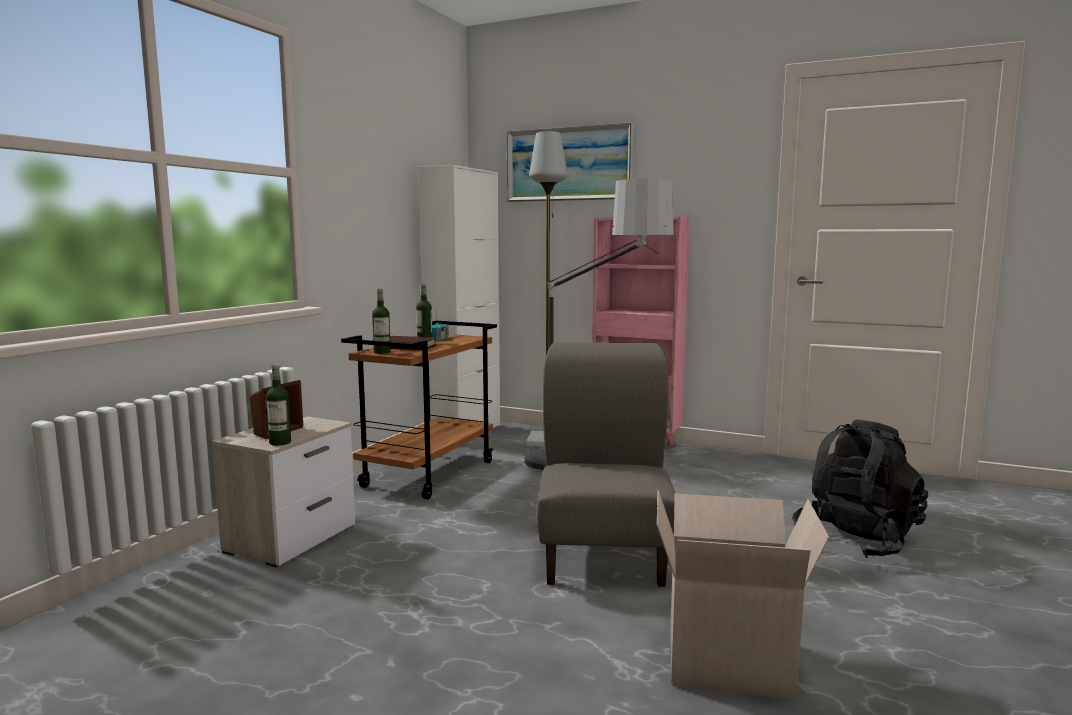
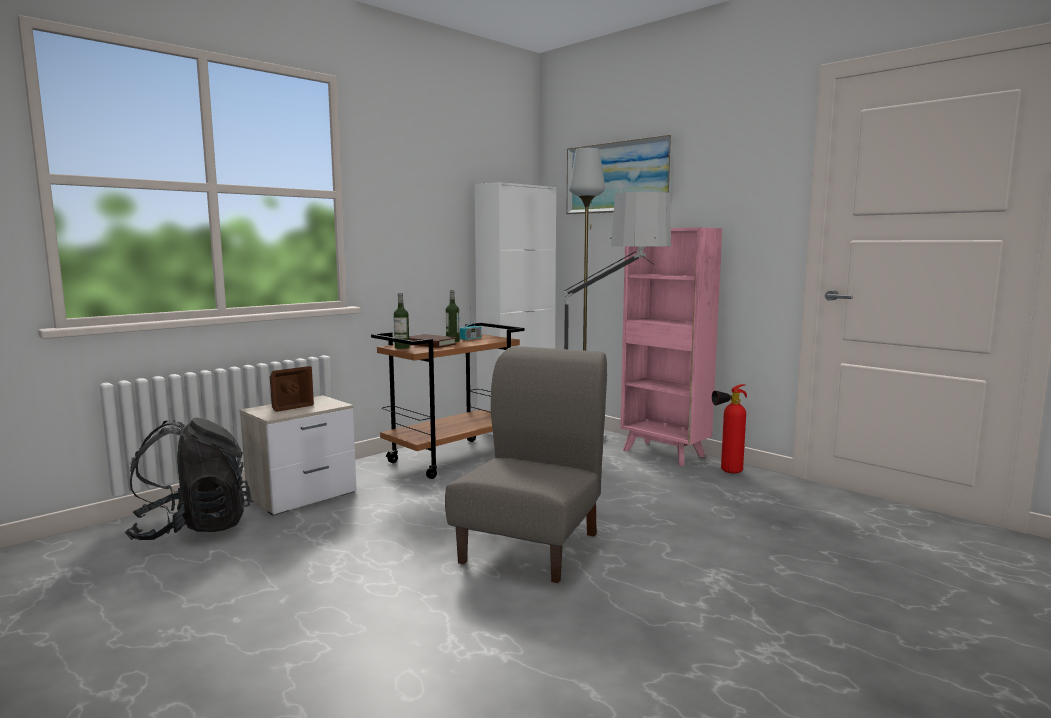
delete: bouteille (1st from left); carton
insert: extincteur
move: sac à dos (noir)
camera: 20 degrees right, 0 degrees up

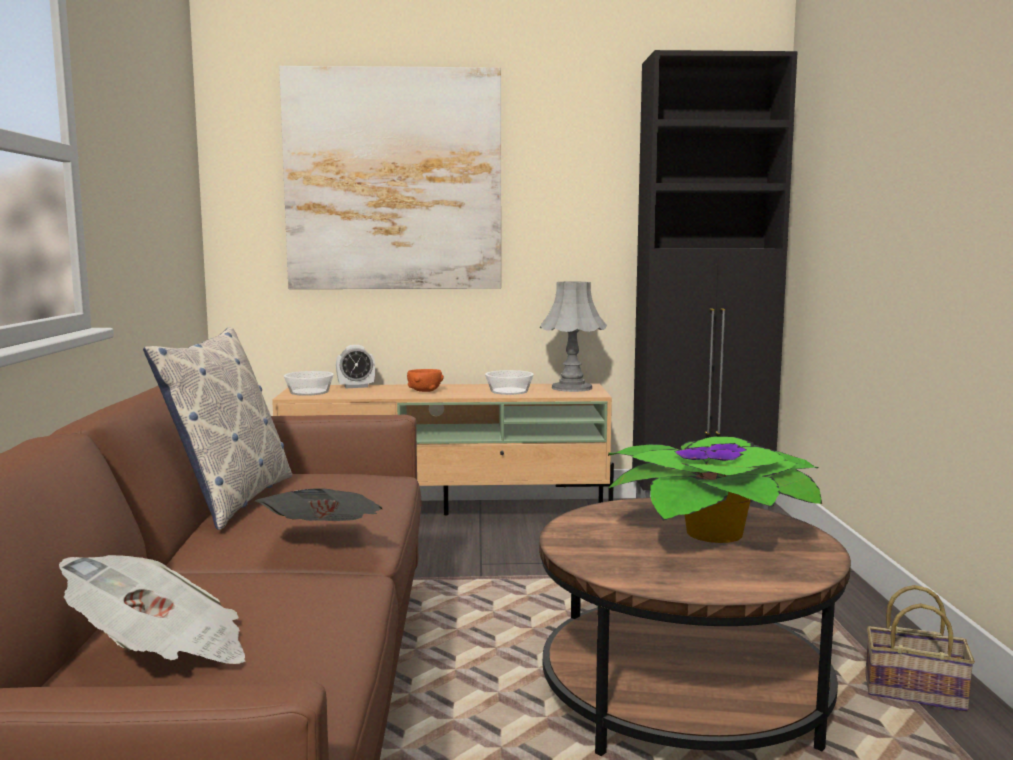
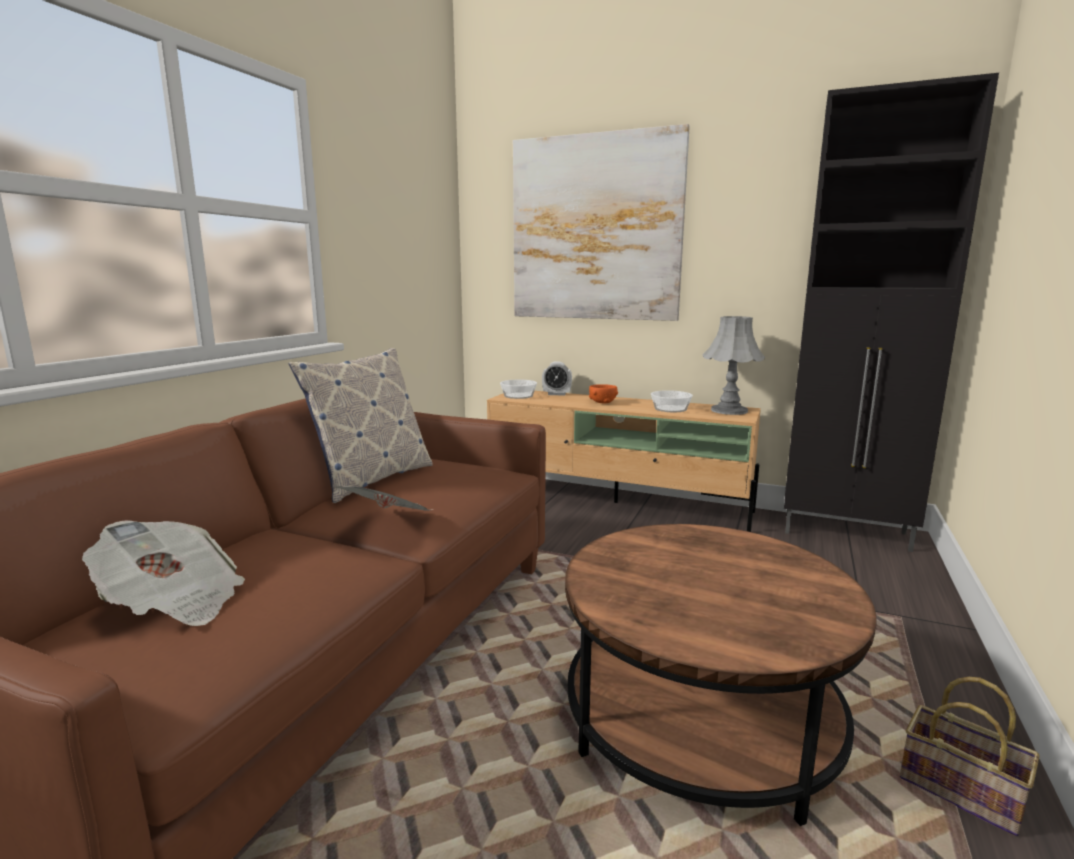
delete: plante en pot
camera: 25 degrees right, 5 degrees up

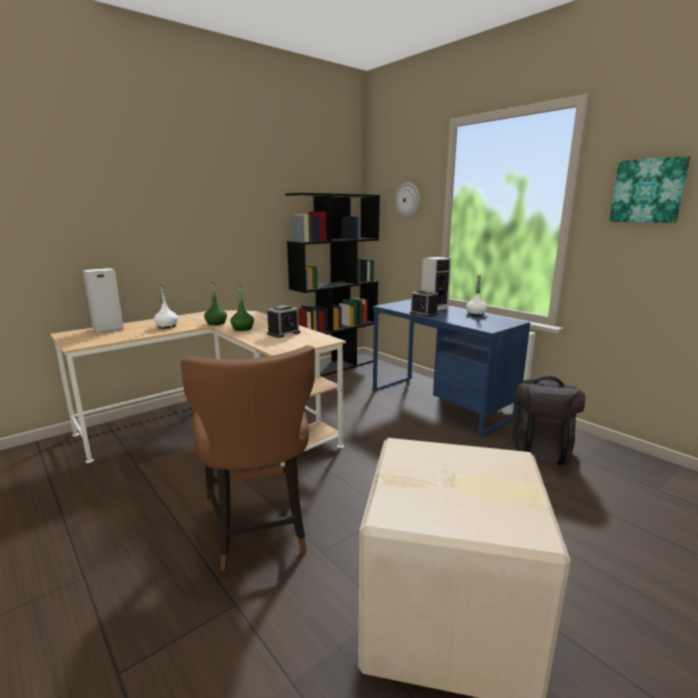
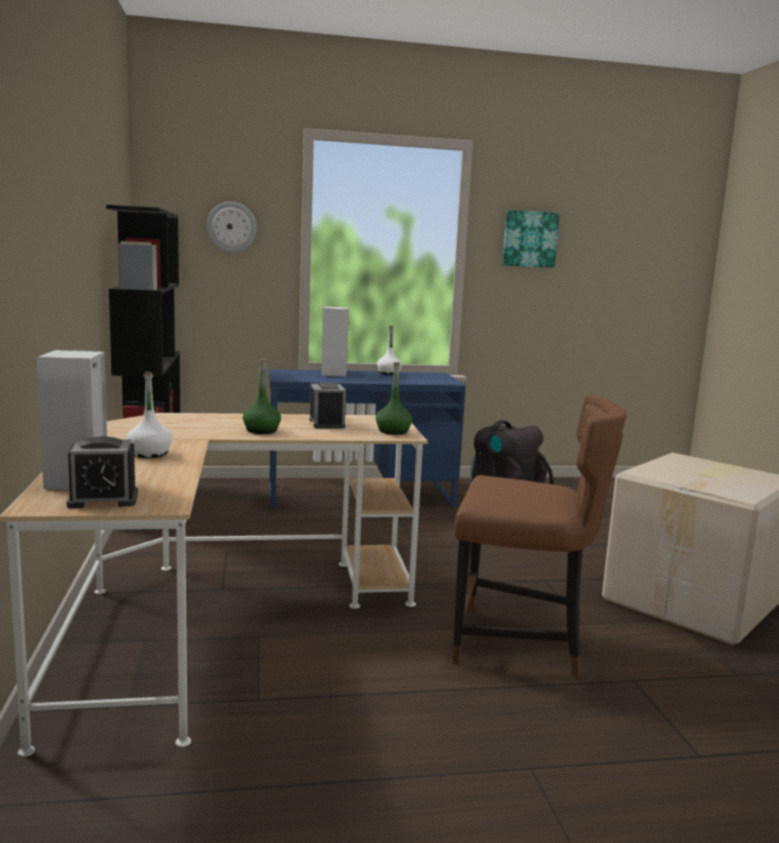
move: réveil (2nd from left in the first image) to réveil (1st from left); bouteille (vert) (1st from left in the first image) to bouteille (vert) (2nd from left)
camera: 60 degrees left, 5 degrees down

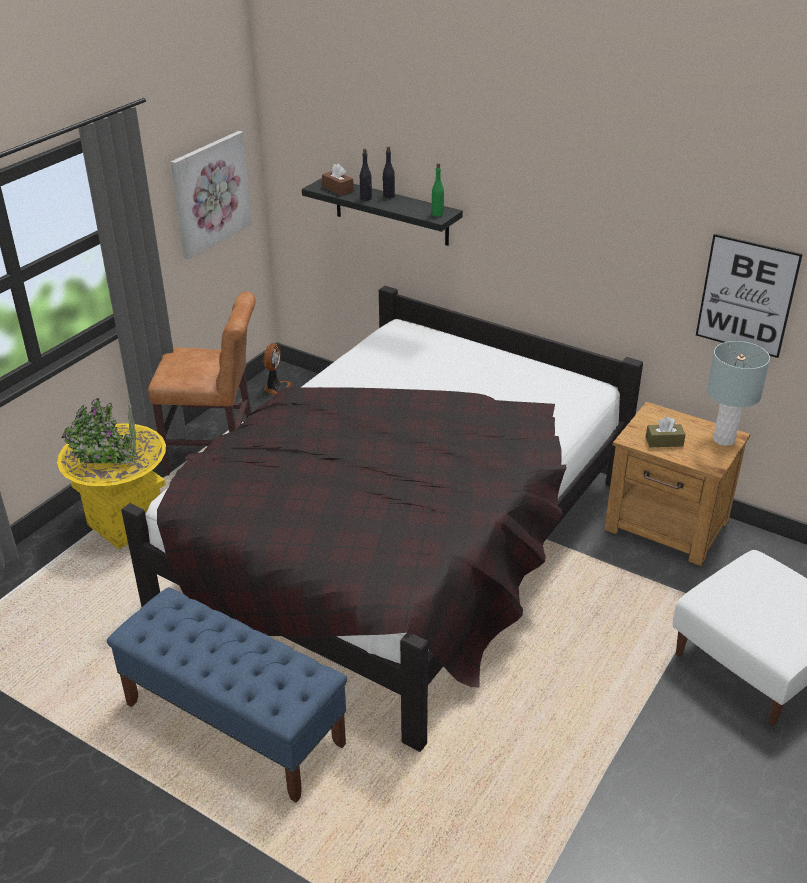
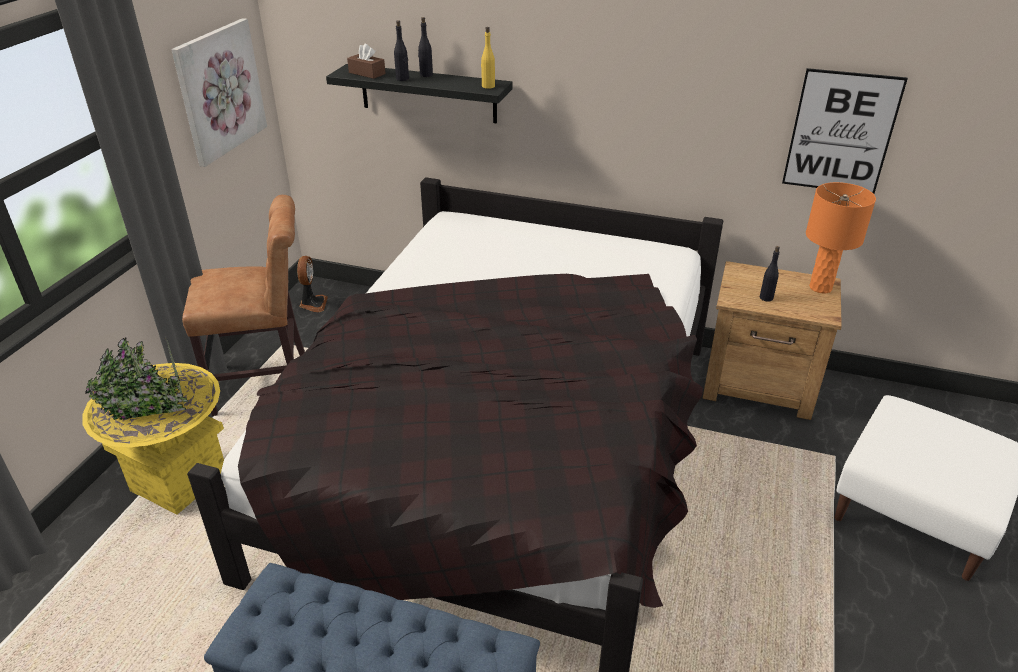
replace: boîte à mouchoirs (marron) (2nd from left) to bouteille (noir) (3rd from left)
recolor: bouteille (vert) to bouteille (jaune); lampe de table (gris) to lampe de table (orange)
camera: 15 degrees left, 0 degrees up

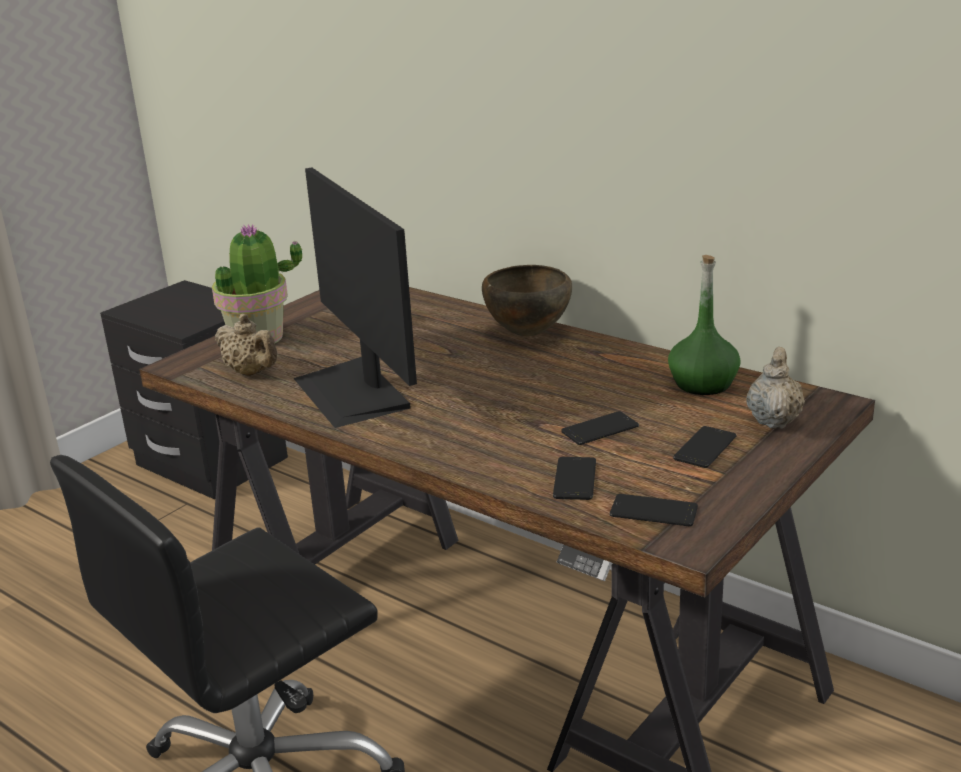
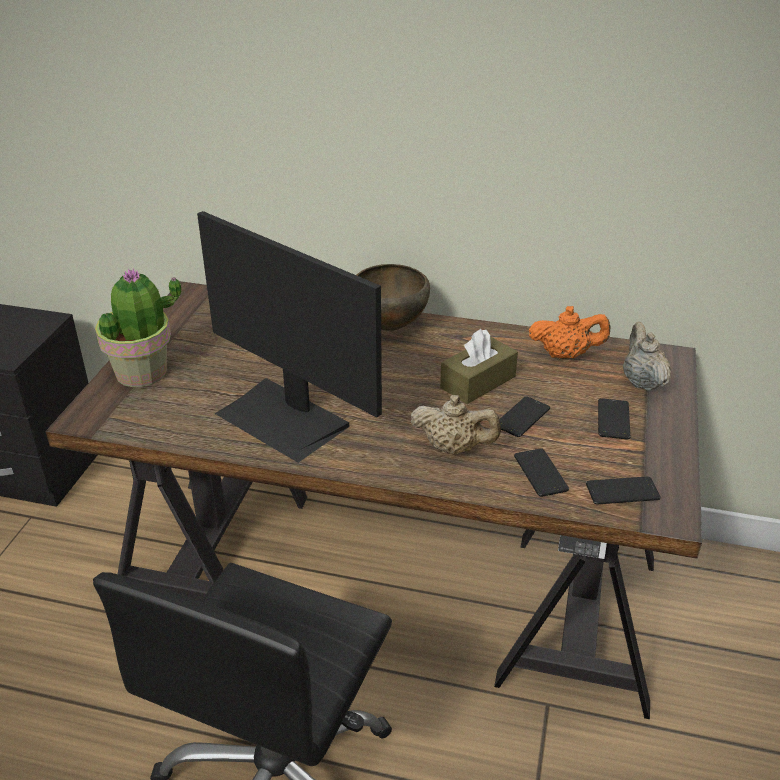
insert: boîte à mouchoirs (marron)
move: théière (beige) (1st from left)
replace: bouteille (vert) to théière (orange)
camera: 25 degrees left, 10 degrees up

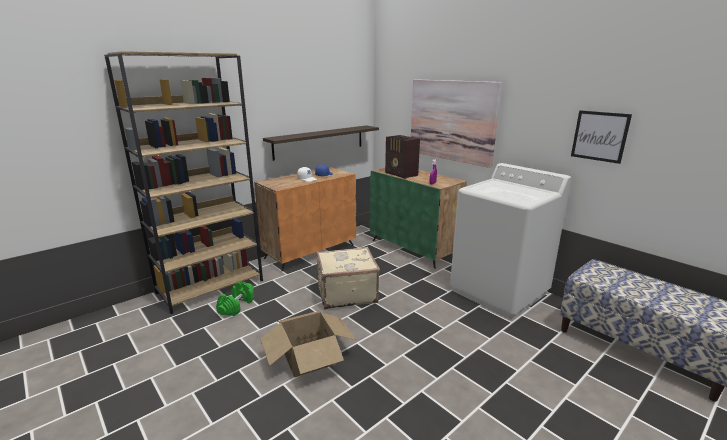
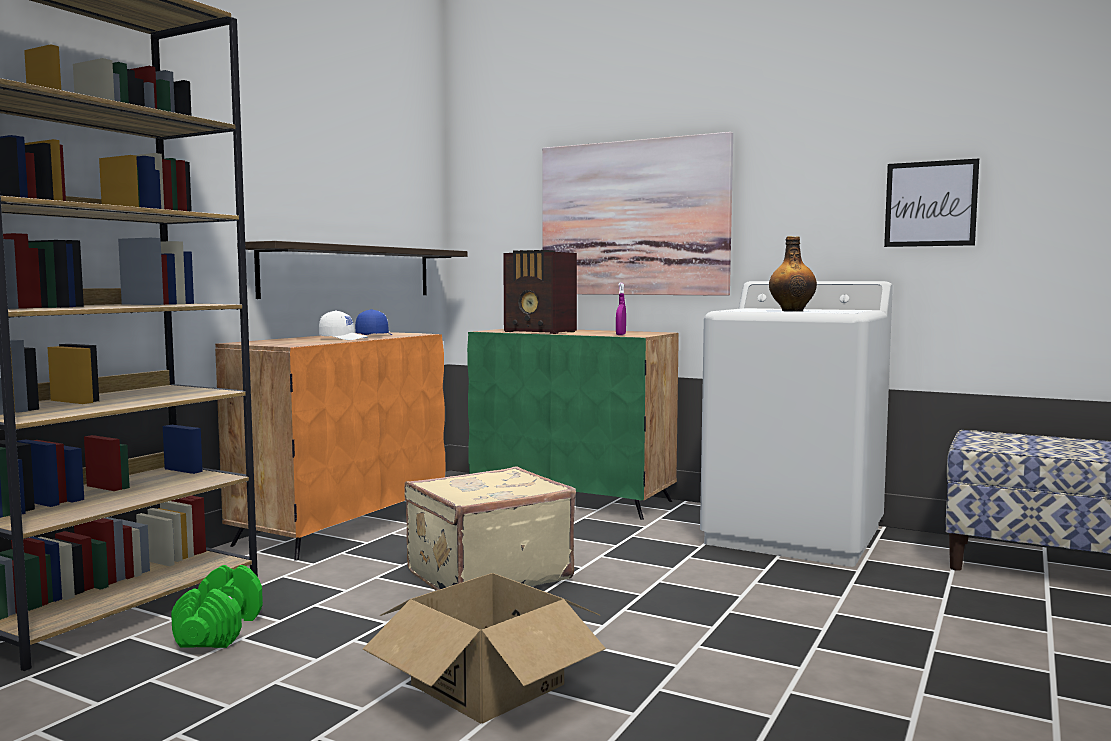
insert: bouteille
camera: 20 degrees left, 15 degrees down

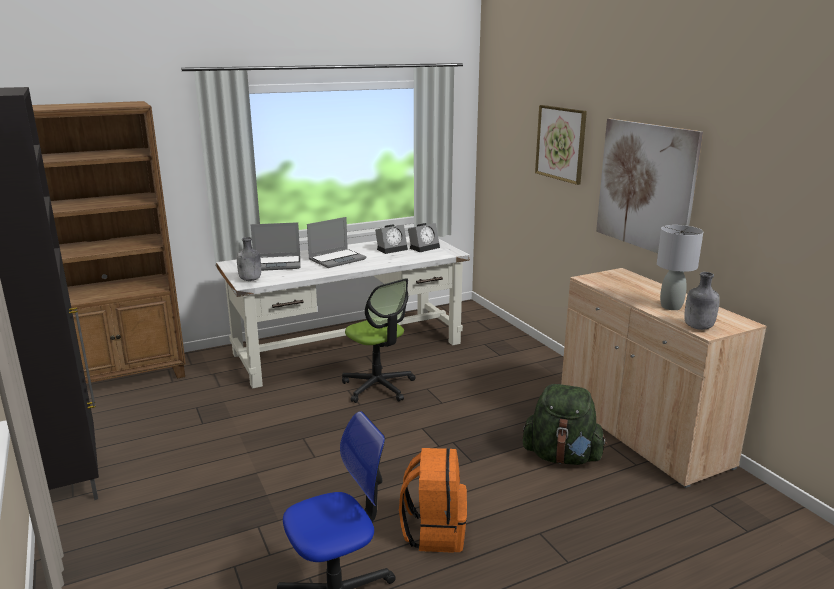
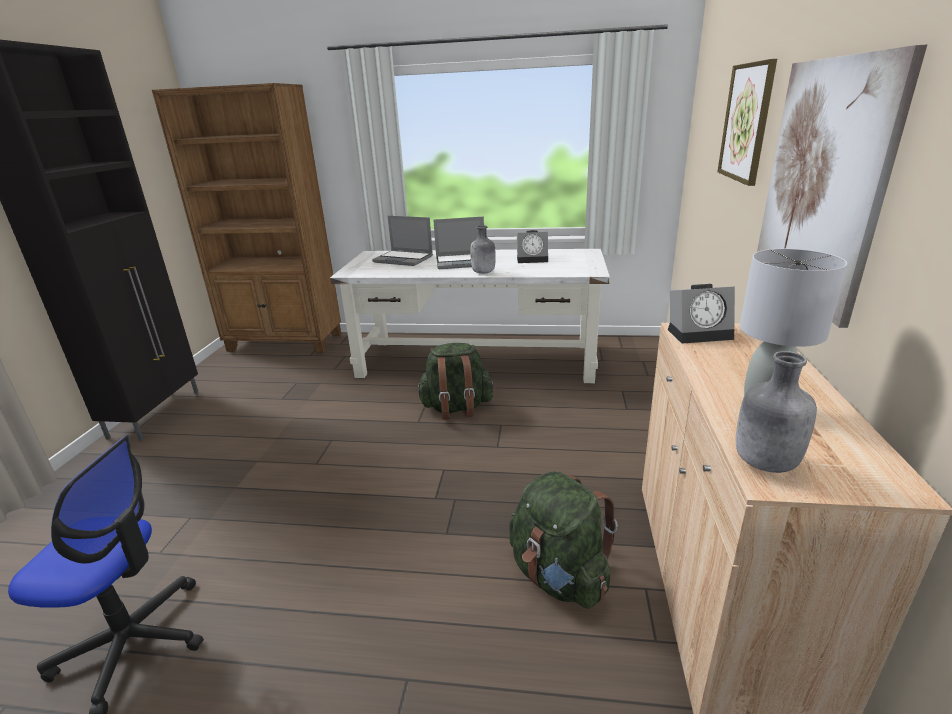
delete: sac à dos (orange)
move: bouteille (gris) (1st from left); réveil (2nd from left)
replace: chaise de bureau (2nd from left) to sac à dos (vert) (1st from left)
camera: 35 degrees right, 5 degrees up

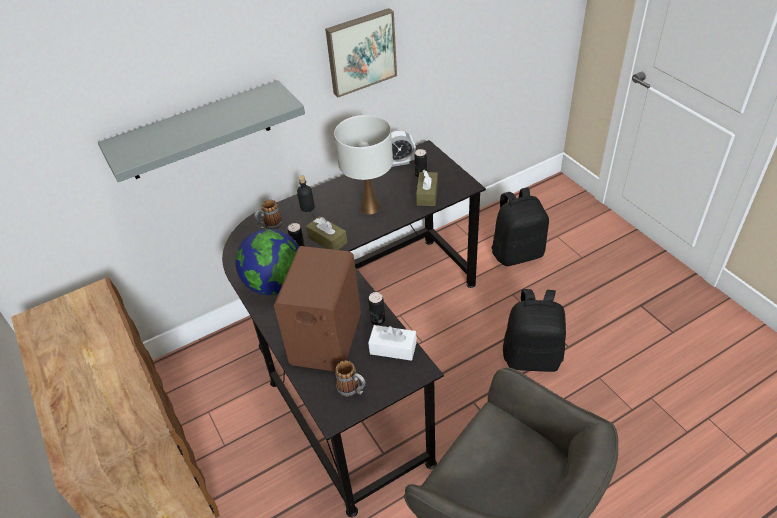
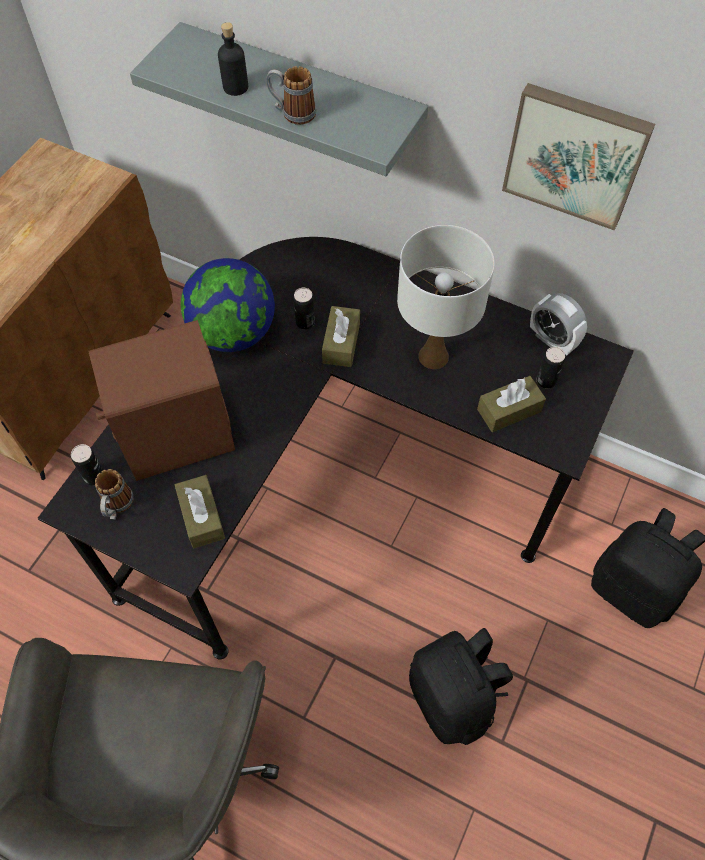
move: boîte métallique (2nd from left in the first image) to boîte métallique (1st from left); bouteille (noir); mug (1st from left in the first image) to mug (2nd from left)
recolor: boîte à mouchoirs (blanc) to boîte à mouchoirs (marron) (1st from left)
camera: 55 degrees right, 15 degrees up

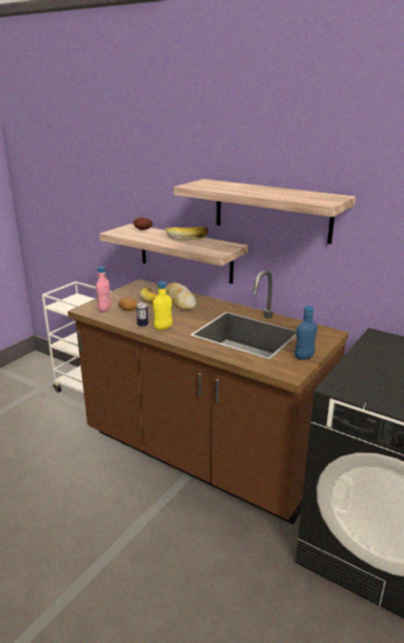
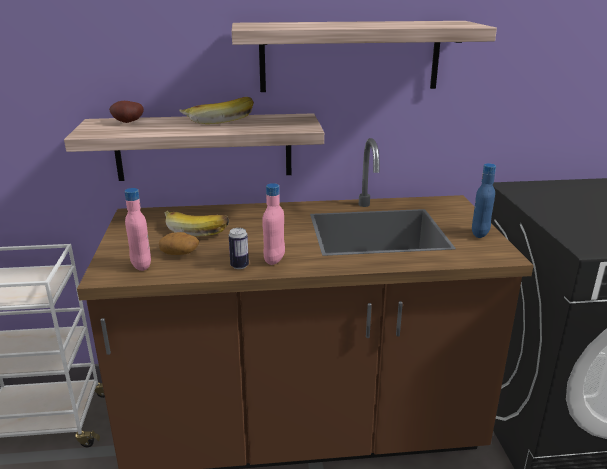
delete: pain
recolor: bouteille (jaune) to bouteille (rose) (2nd from left)
camera: 40 degrees left, 0 degrees up

